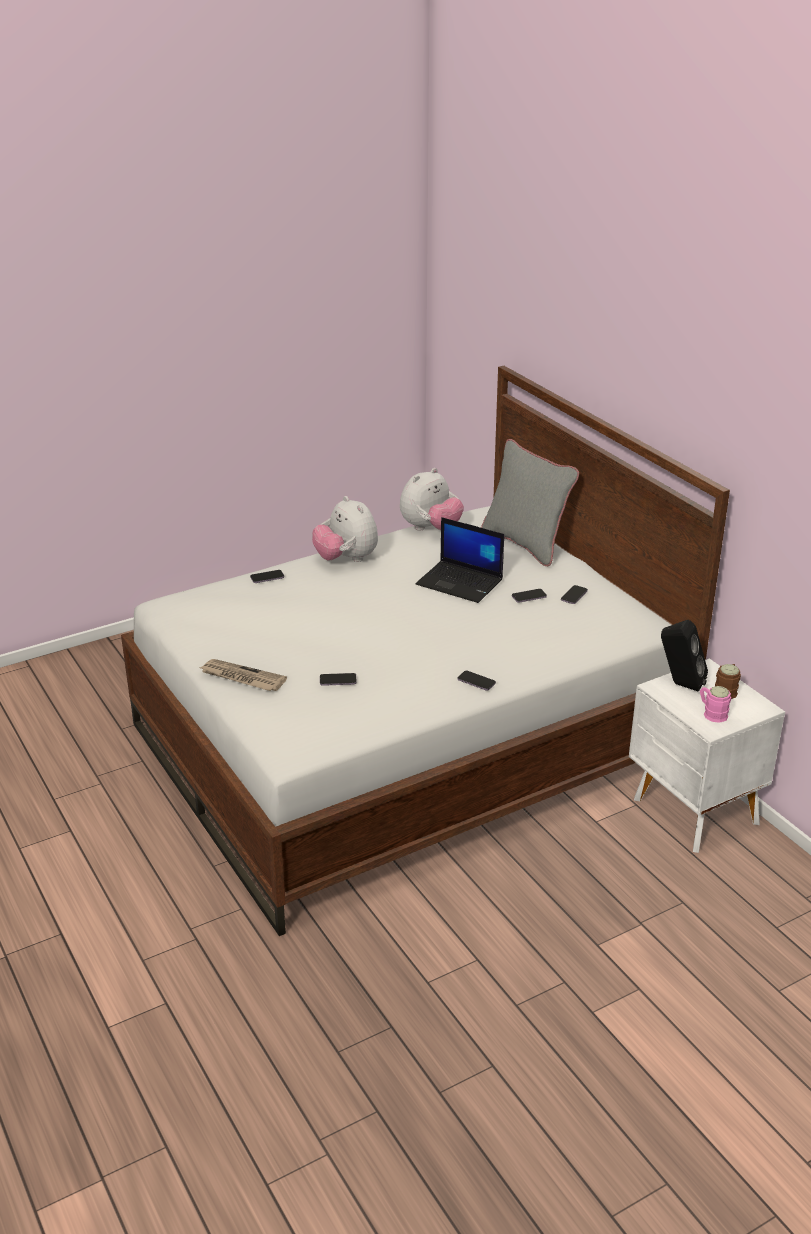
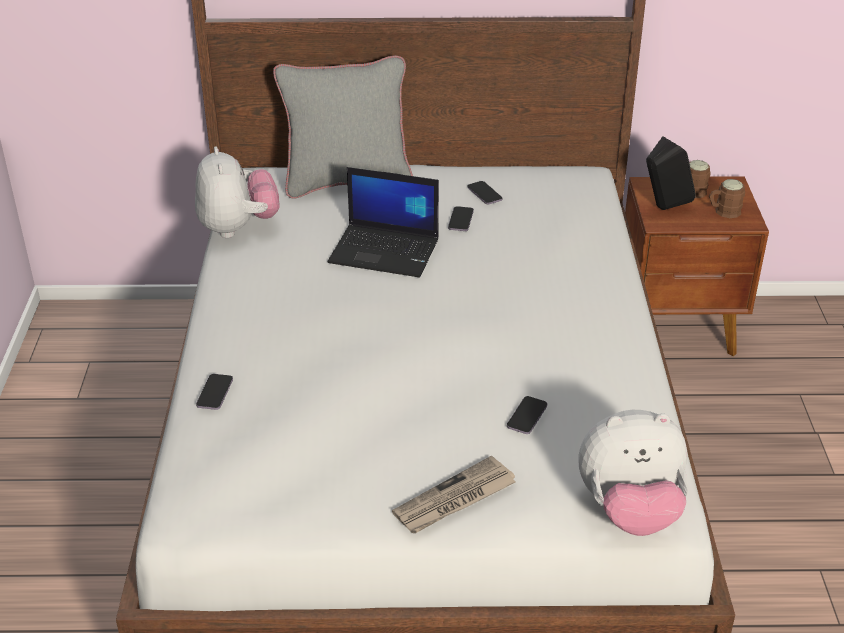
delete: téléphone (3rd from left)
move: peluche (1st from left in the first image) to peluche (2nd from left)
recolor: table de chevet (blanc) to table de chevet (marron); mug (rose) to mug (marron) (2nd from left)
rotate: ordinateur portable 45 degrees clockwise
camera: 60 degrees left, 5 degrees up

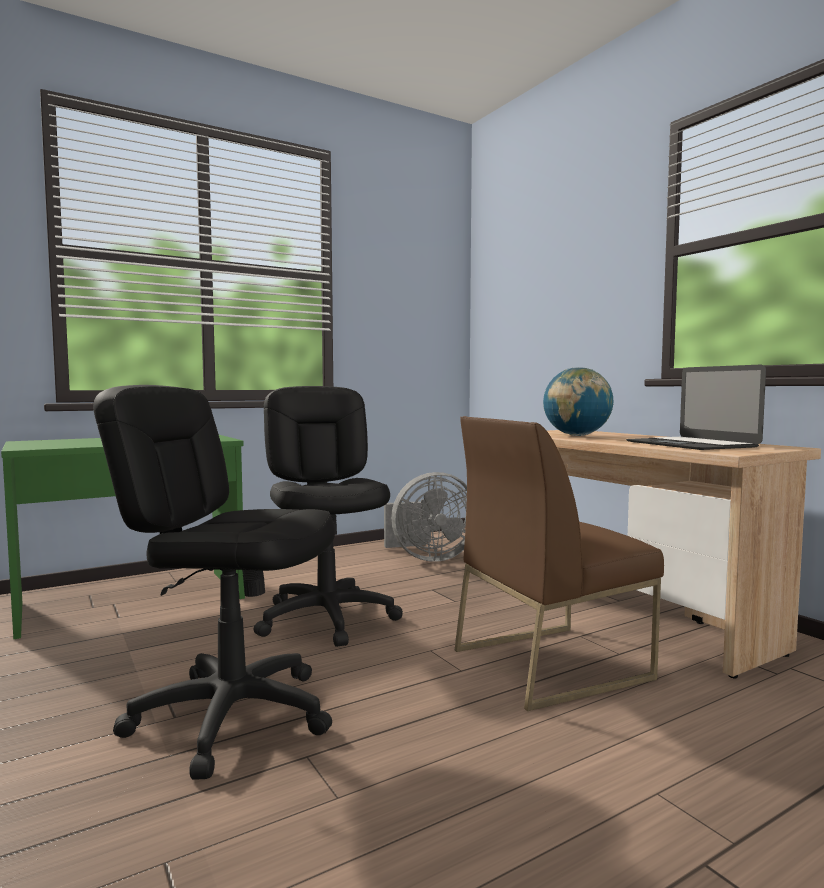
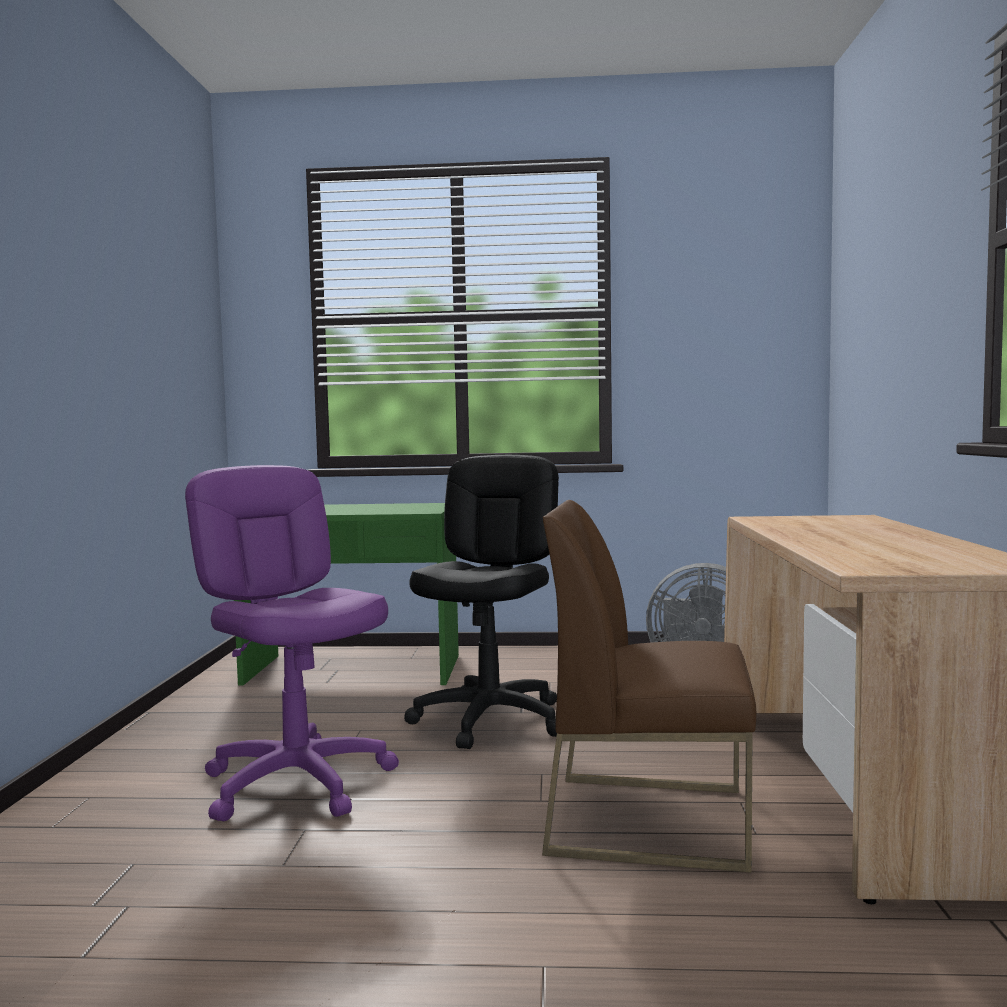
delete: globe; ordinateur portable
recolor: chaise de bureau (noir) (1st from left) to chaise de bureau (violet)
camera: 35 degrees right, 0 degrees up

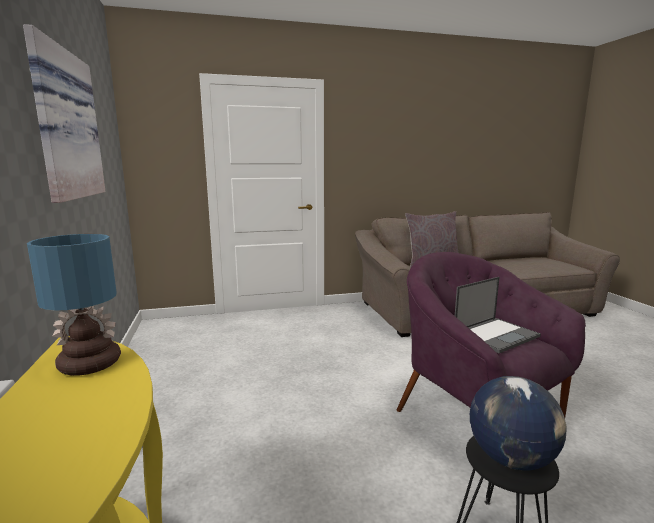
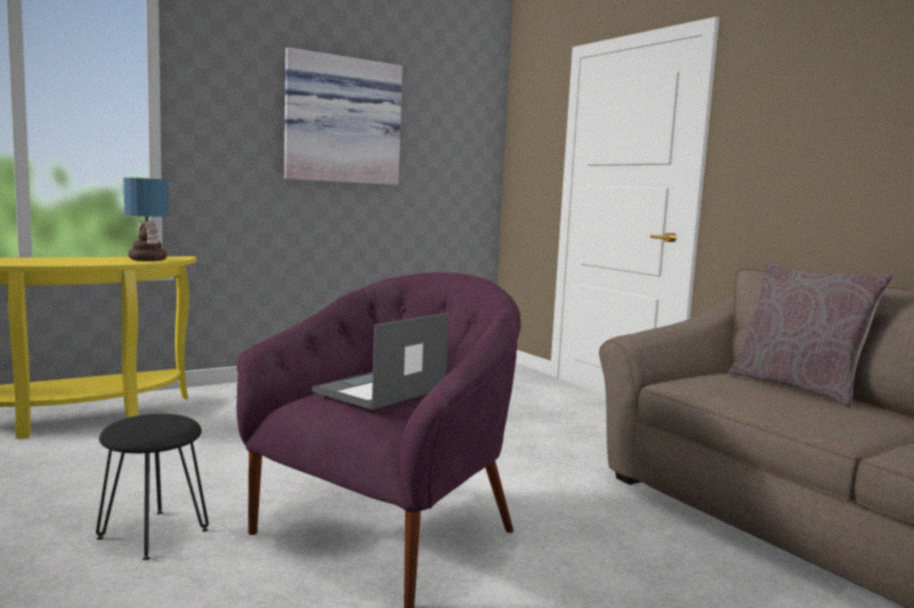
delete: globe
rotate: ordinateur portable 90 degrees clockwise
camera: 70 degrees right, 5 degrees down

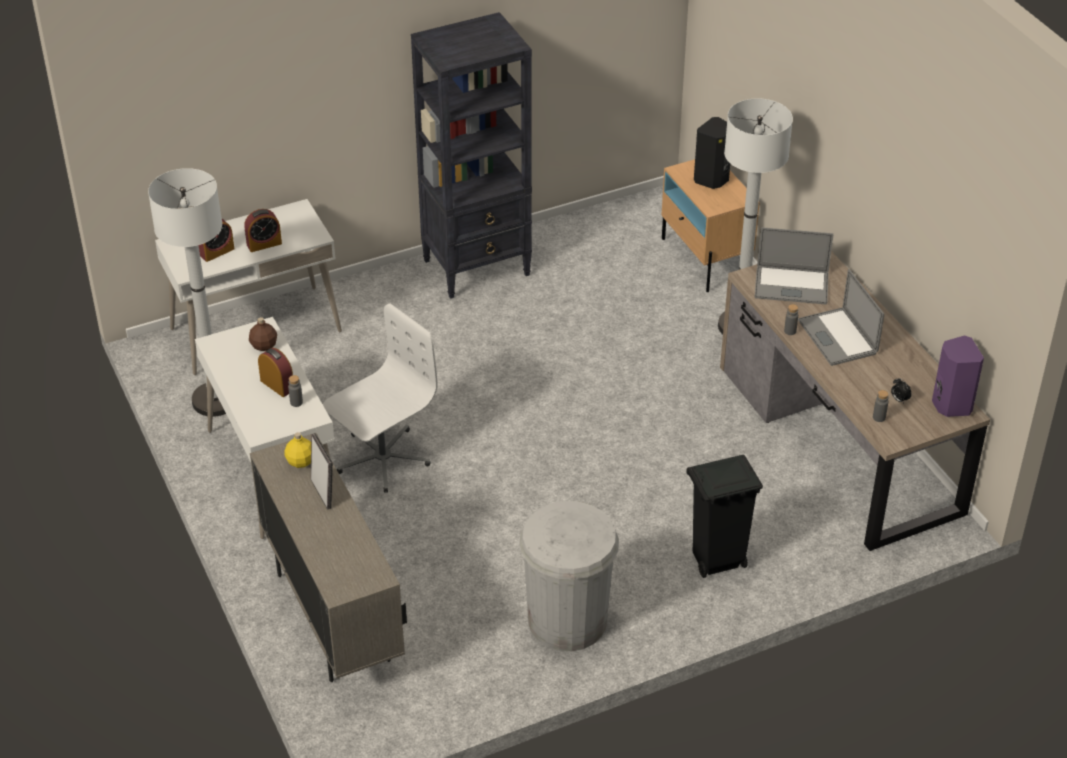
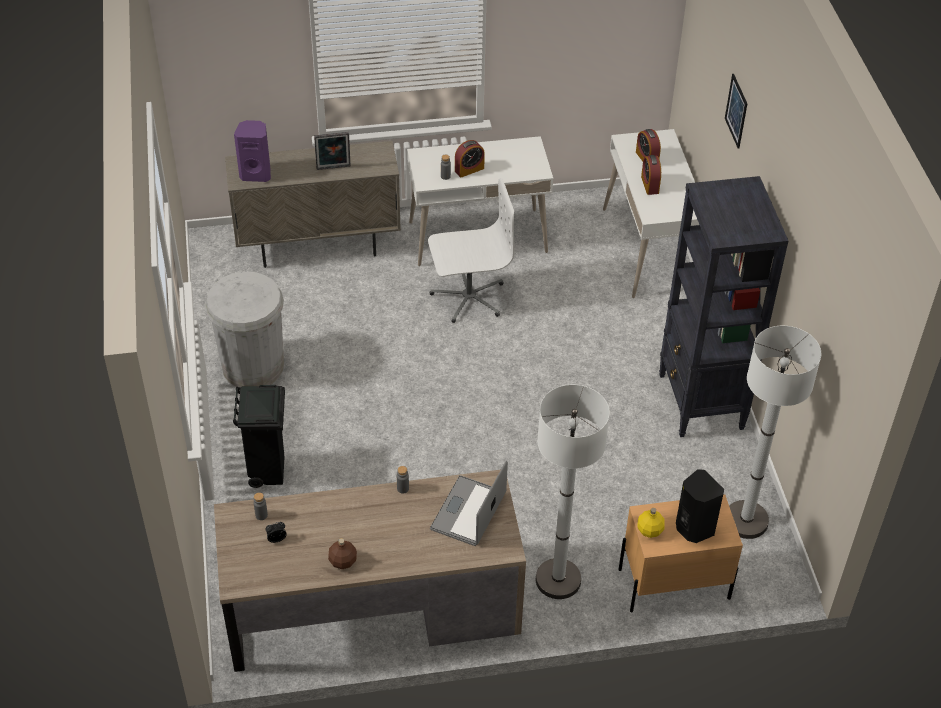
delete: ordinateur portable (2nd from left)
insert: tableau
move: enceinte (violet); bouteille (marron); bouteille (jaune); lampadaire (blanc) (1st from left in the first image) to lampadaire (blanc) (2nd from left)
rotate: chaise de bureau (blanc) 75 degrees counterclockwise
camera: 105 degrees right, 5 degrees up

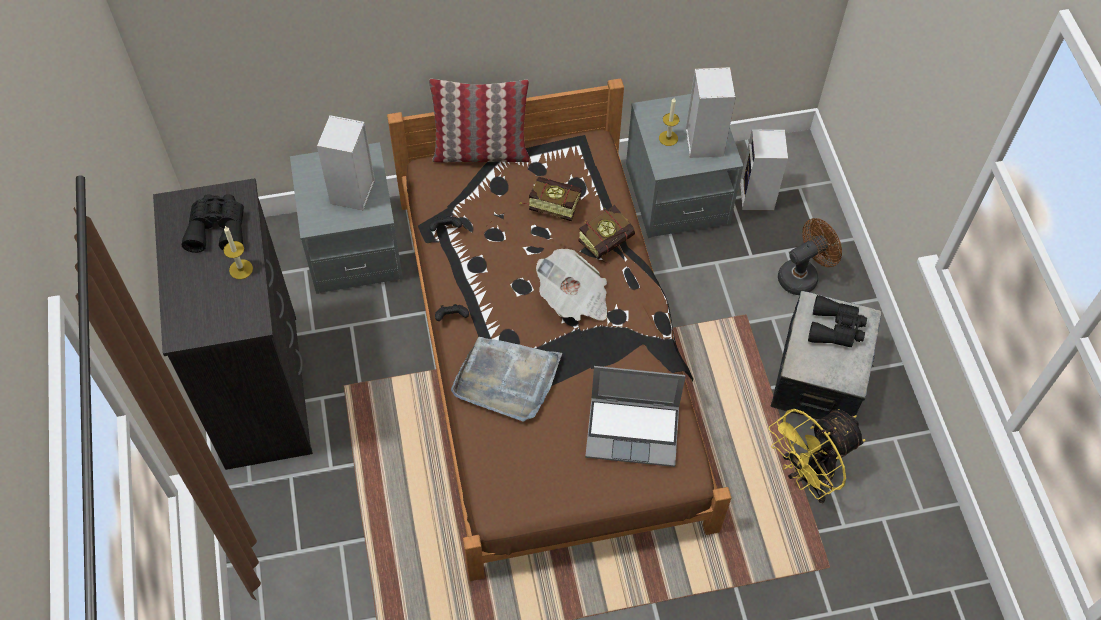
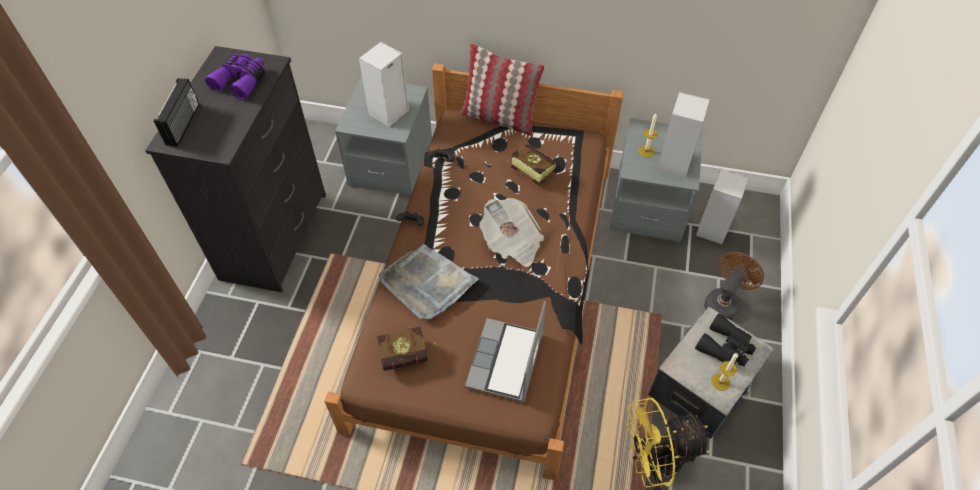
insert: radio
move: livre (2nd from left in the first image) to livre (1st from left); bougie (1st from left in the first image) to bougie (2nd from left)
recolor: jumelles (noir) (1st from left) to jumelles (violet)
rotate: ordinateur portable 75 degrees clockwise; ventilateur (marron) 45 degrees counterclockwise
camera: 25 degrees right, 5 degrees down

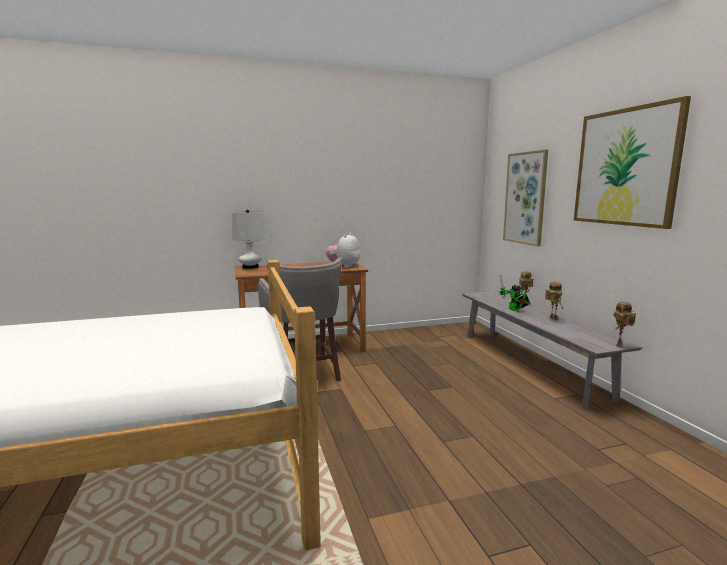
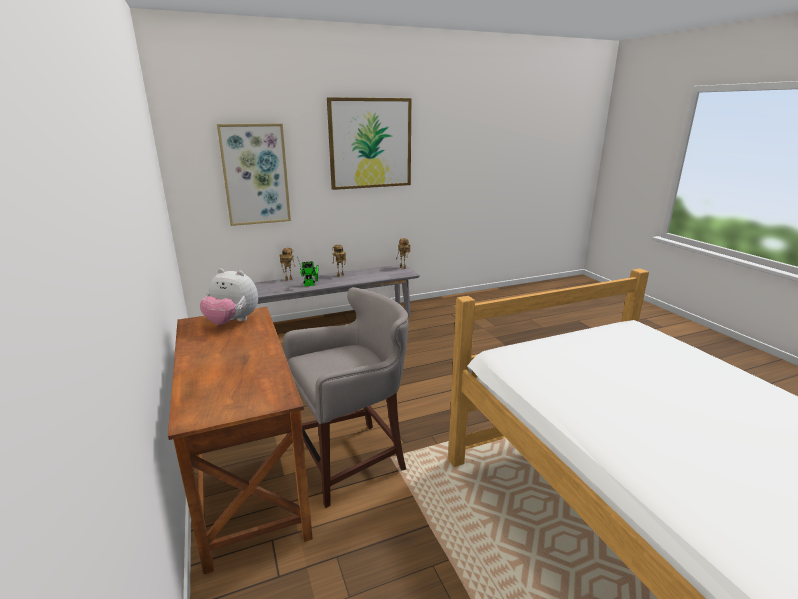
delete: lampe de table (blanc)
camera: 95 degrees left, 10 degrees up

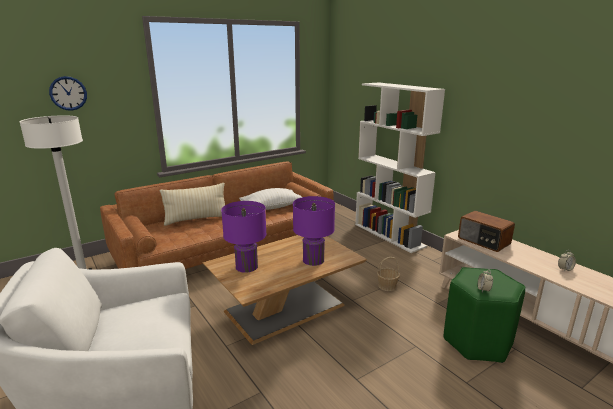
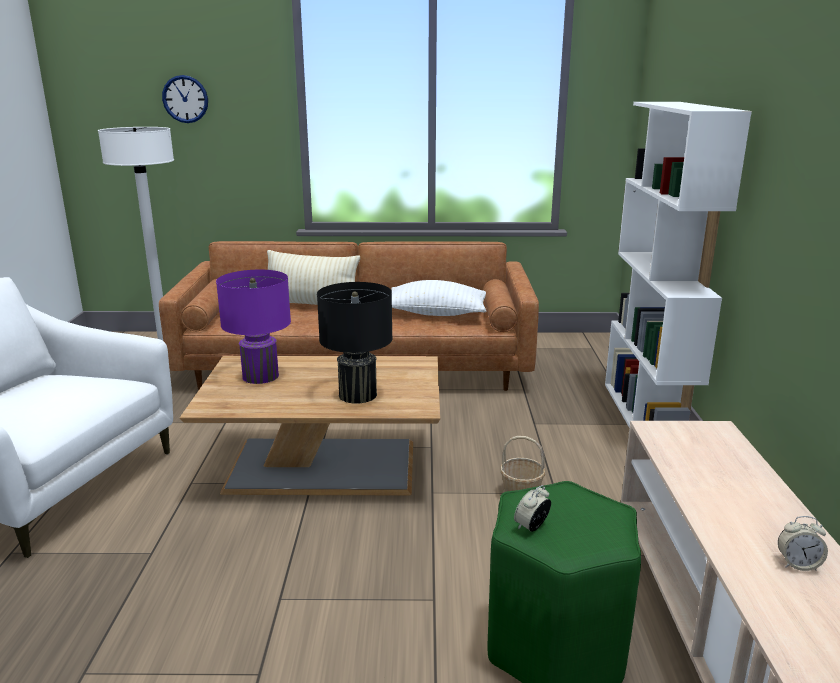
delete: radio
recolor: lampe de table (violet) (2nd from left) to lampe de table (noir)
camera: 35 degrees right, 0 degrees up

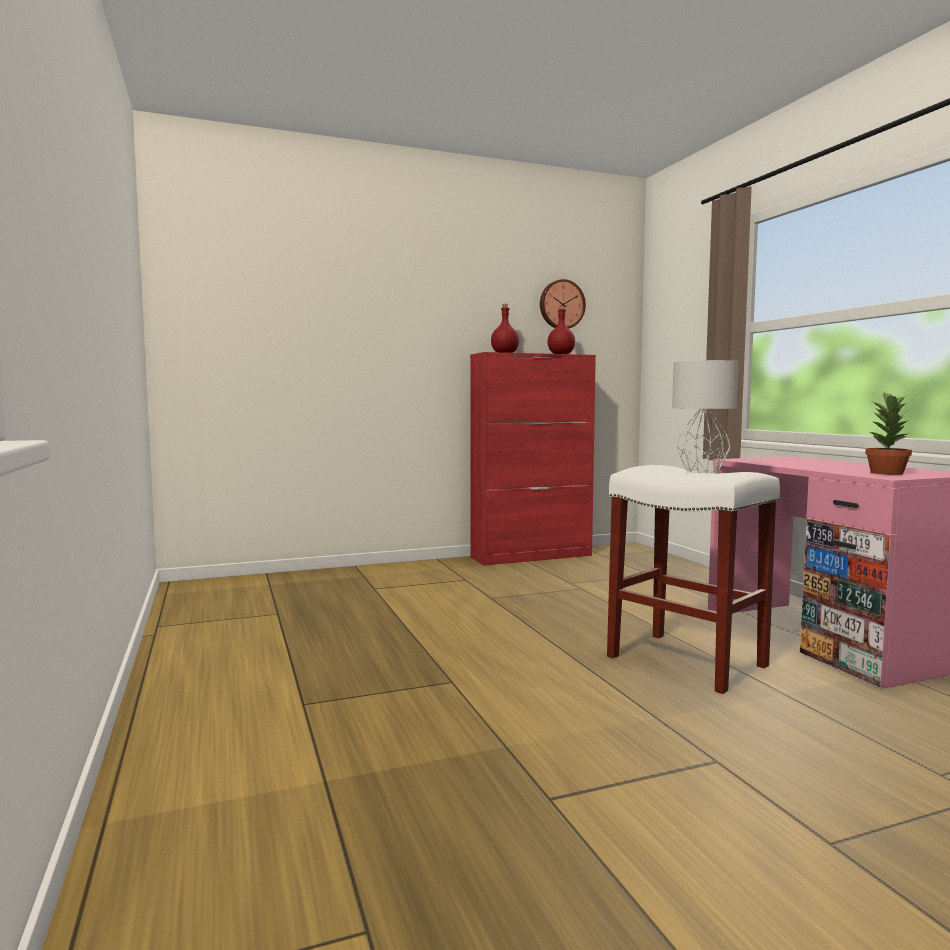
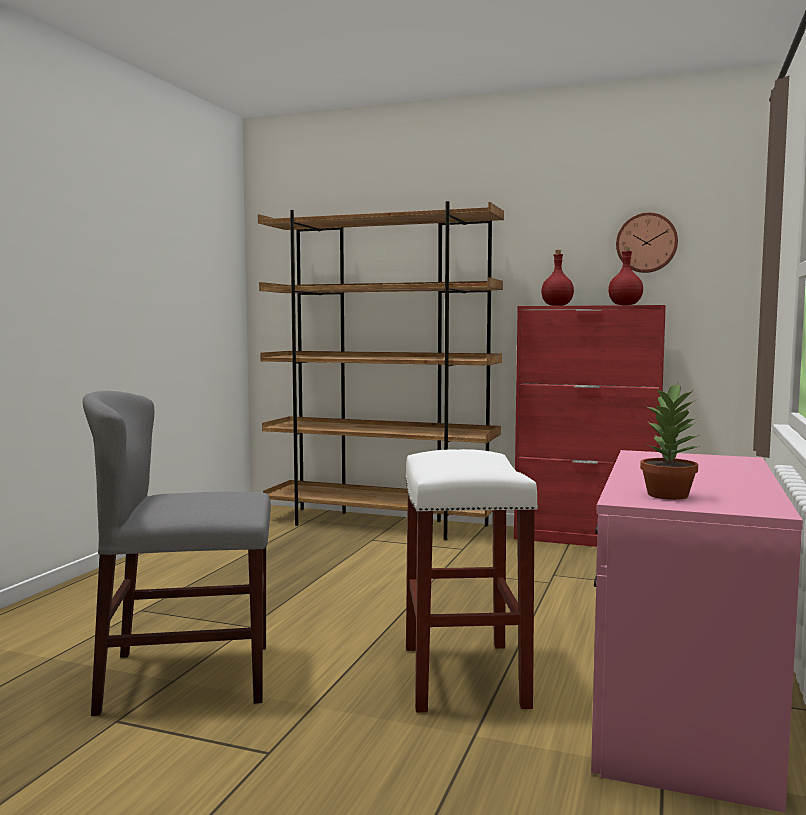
delete: lampe de table (gris)
insert: chaise (gris); bibliothèque (marron)
camera: 40 degrees right, 0 degrees up

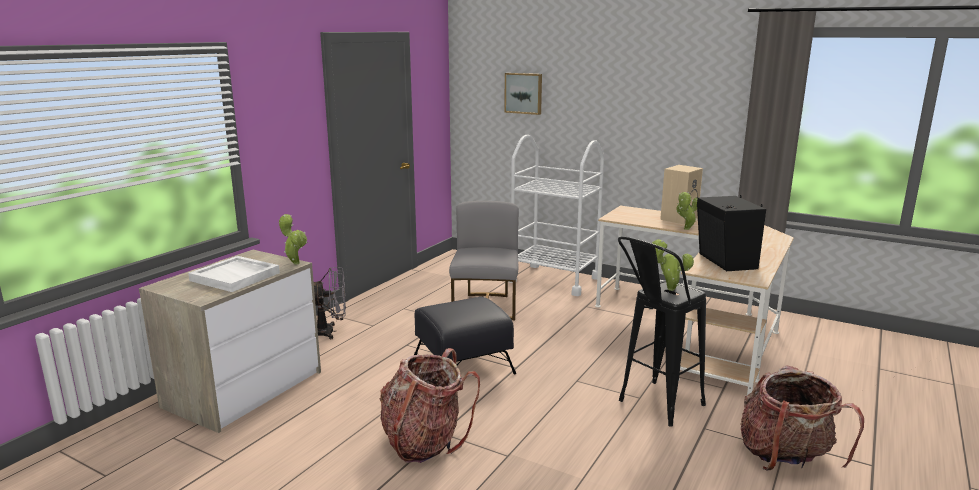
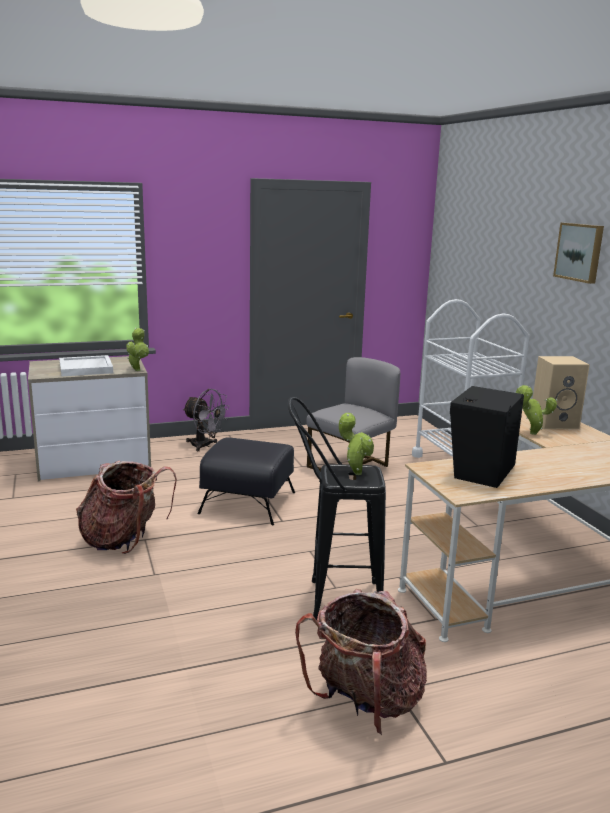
move: tableau
camera: 40 degrees right, 0 degrees up

